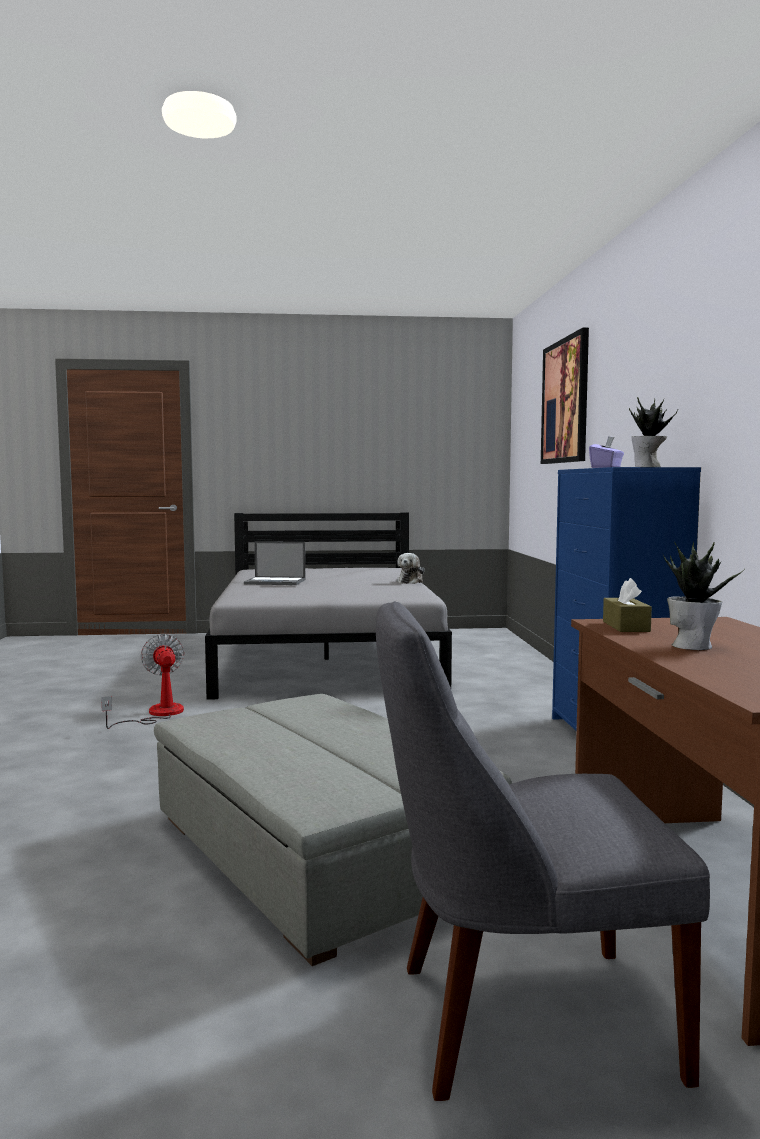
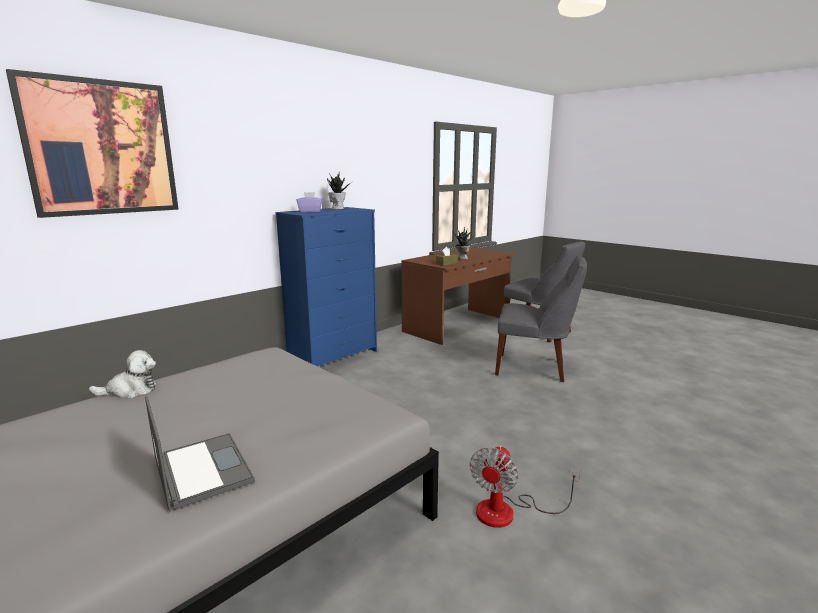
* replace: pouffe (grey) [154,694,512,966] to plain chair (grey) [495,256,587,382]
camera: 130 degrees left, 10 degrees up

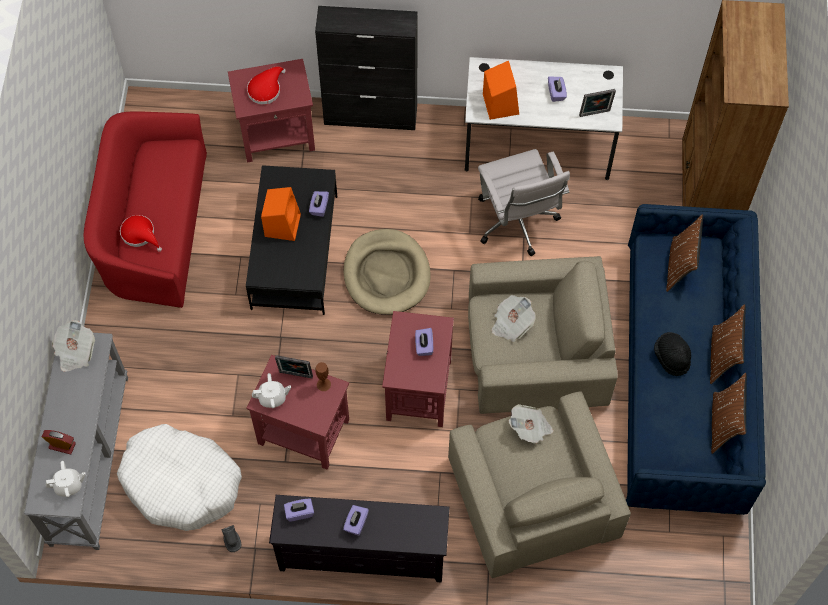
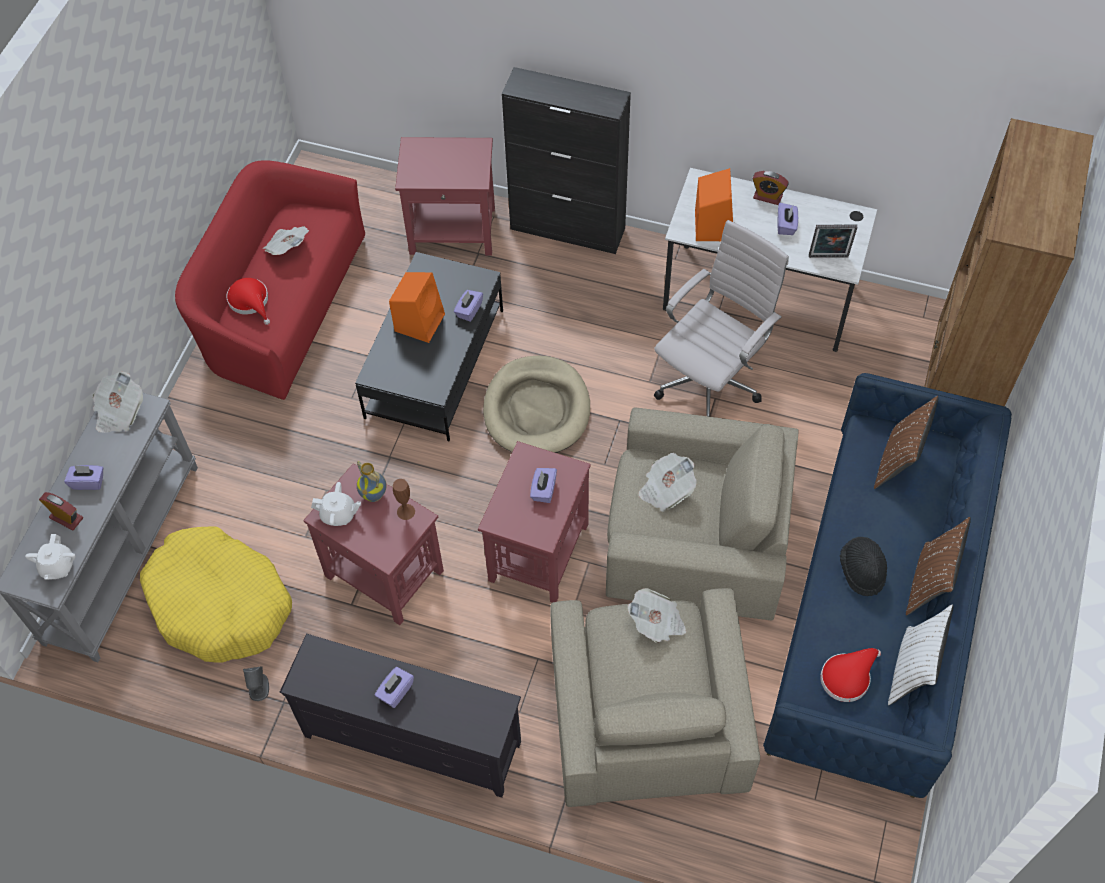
* rotate: tea pot (white) [46,461,86,497] = [25,534,75,580] 90 degrees clockwise
* move: tissue holder (purple) [284,499,314,522] to [64,465,103,490]
* recolor: dog bed (white) [117,424,242,531] to dog bed (yellow-coloured) [140,526,292,663]
* insert: printed paper [263,226,309,255]
* replace: picture frame [275,355,313,378] to flower vase [357,461,387,502]
* rotate: computer chair (white) [478,149,570,256] = [654,220,789,417] 135 degrees counterclockwise
* insert: alarm clock [753,171,789,205]
* move: clothing hat (red) [247,66,286,105] to [820,648,881,702]
* recolor: throw pillow (brown) [711,373,747,454] to throw pillow (white) [888,604,953,705]
camera: 15 degrees right, 5 degrees down

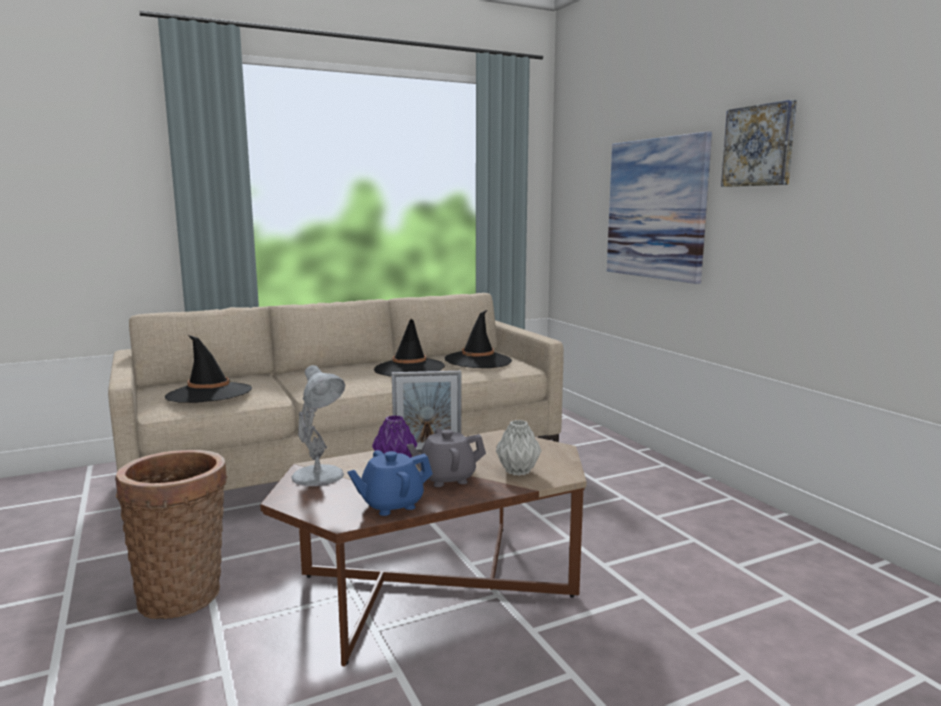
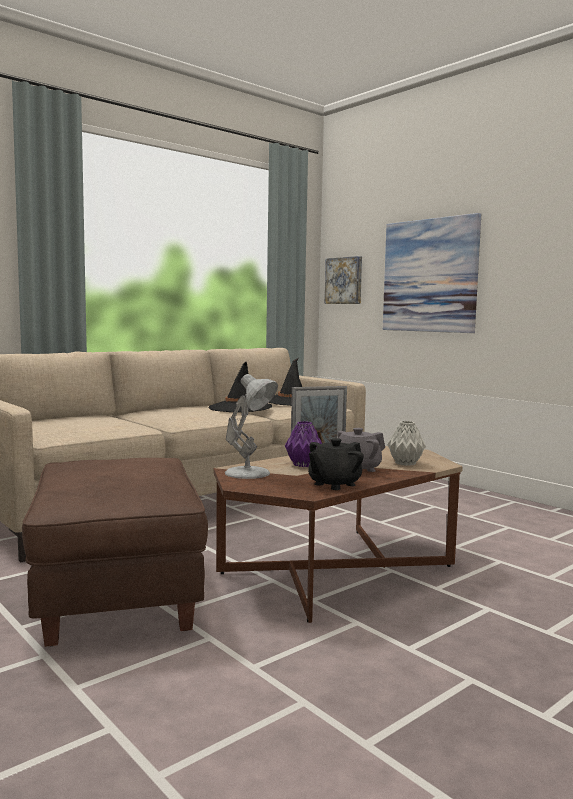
* replace: basket [115,450,228,619] to pouffe (brown) [22,458,208,647]
* recolor: tea pot (bluish) [347,450,433,516] to tea pot (black-coloured) [308,438,364,490]
* move: wall picture [721,100,797,187] to [325,256,362,304]
* delete: clothing hat (black-coloured) [165,335,252,403]
camera: 15 degrees left, 5 degrees down

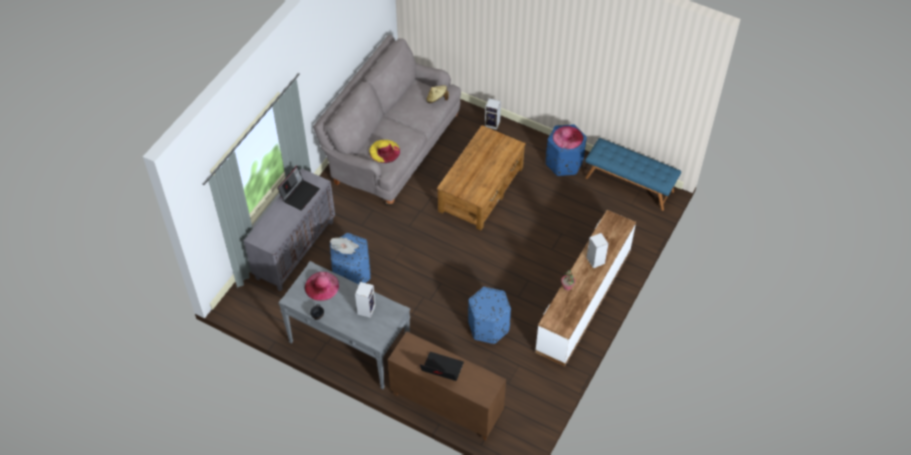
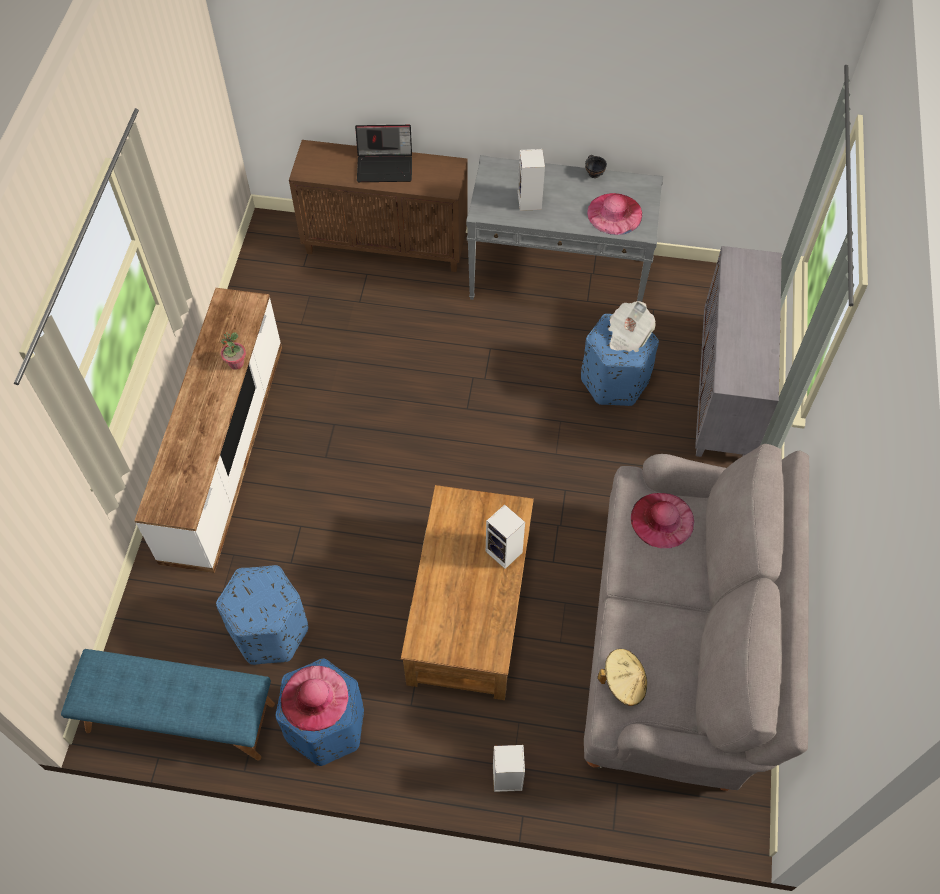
* move: pouffe (bluish) [468,287,511,344] to [216,565,308,665]
* move: audio speaker [586,233,609,268] to [486,505,525,569]
* recolor: clothing hat (yellow-coloured) [369,140,400,163] to clothing hat (pink-coloured) [631,493,694,548]
* delete: laptop [277,166,320,211]
camera: 160 degrees right, 5 degrees up

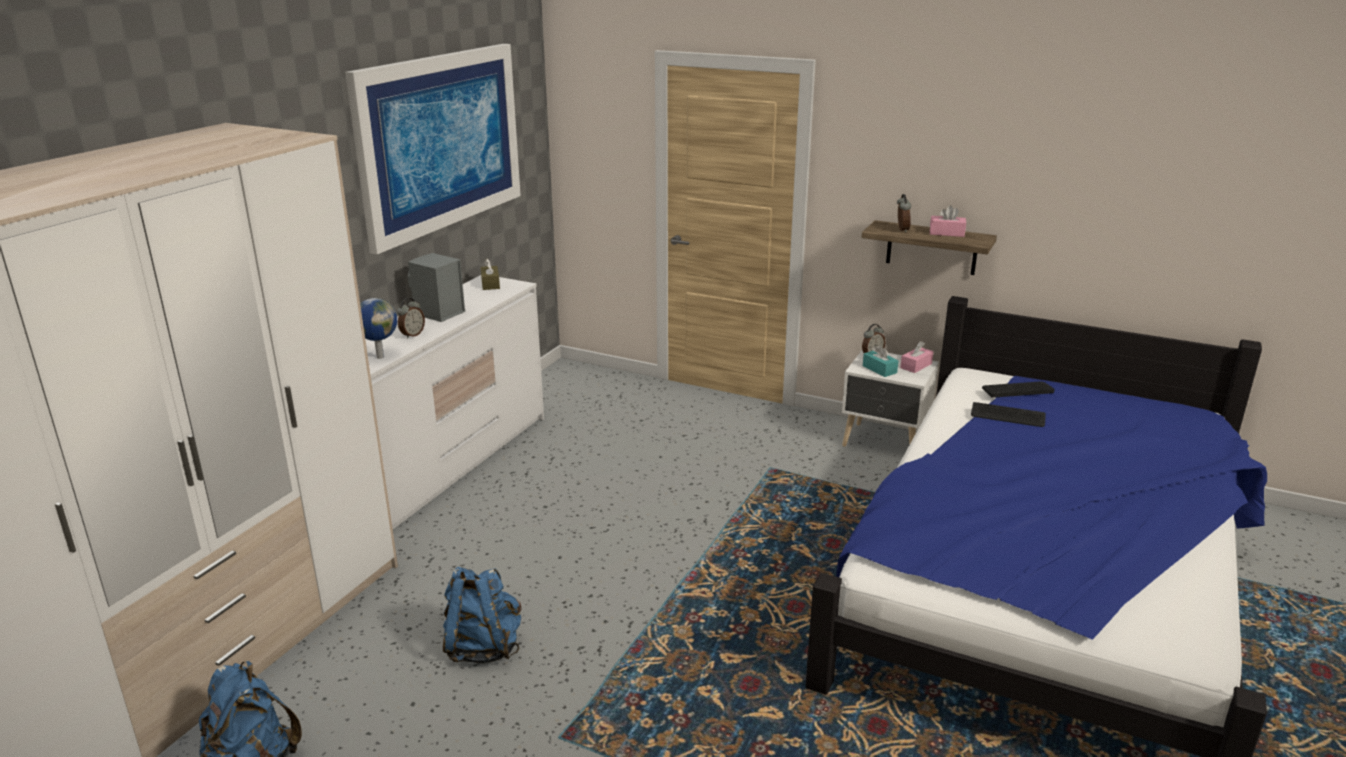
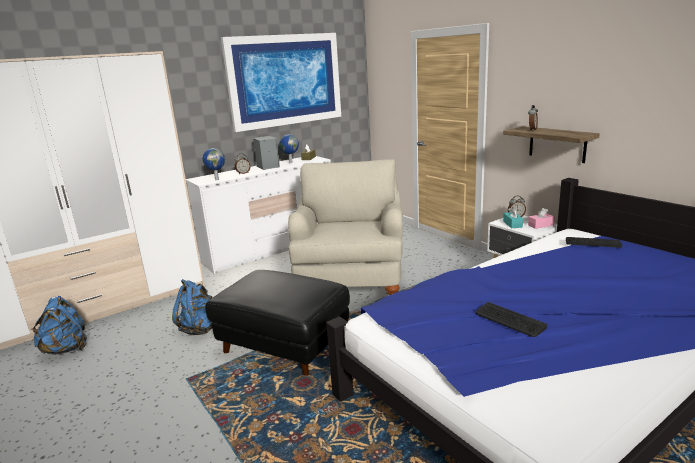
* insert: pouffe (black-coloured) [205,270,350,376]
* insert: world globe [279,134,299,163]
* insert: lounge chair (beige) [288,159,403,295]
* move: keyboard [971,402,1046,427] to [476,302,547,337]
* delete: tissue holder (pink-coloured) [930,205,966,237]
camera: 30 degrees right, 5 degrees down

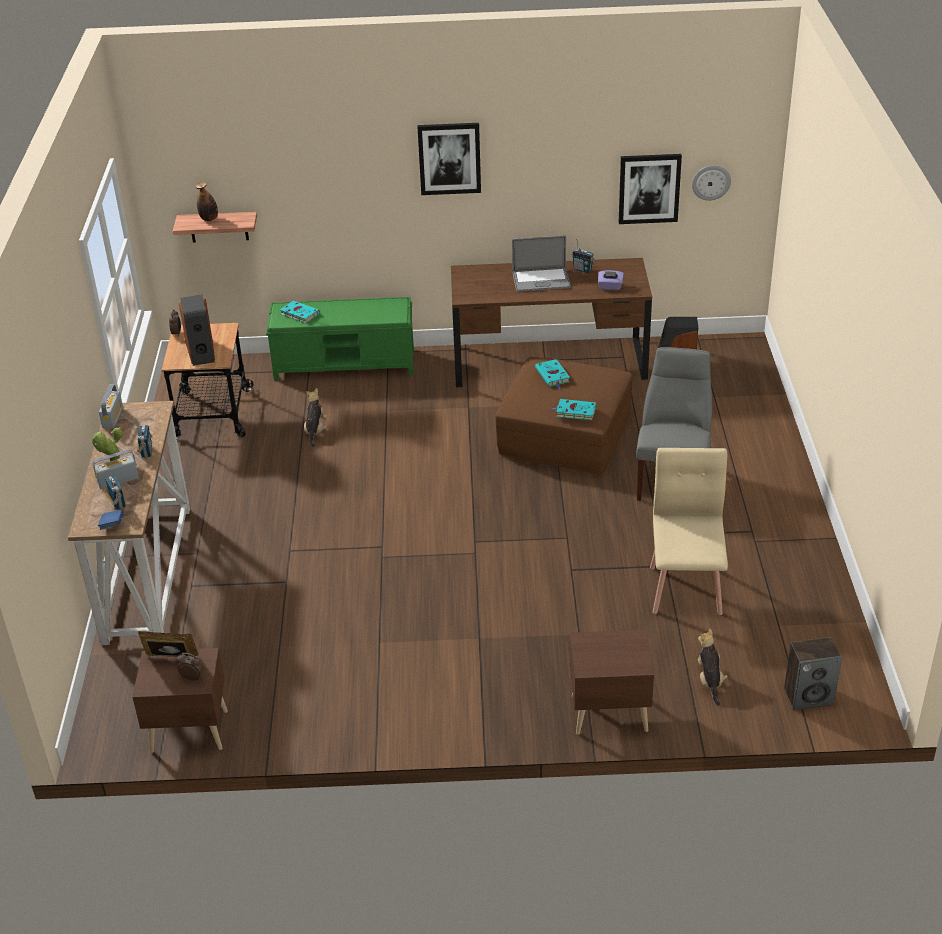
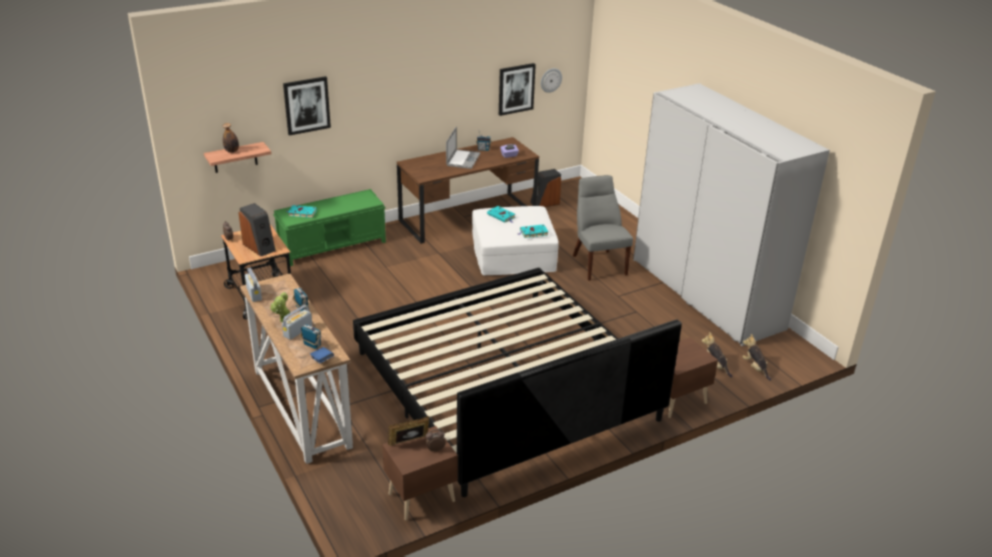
* move: wall picture [417,123,481,195] to [283,76,331,136]
* insert: bedroom bed [353,268,682,497]
* rotate: laptop [512,235,571,292] = [446,127,481,169] 45 degrees counterclockwise
* recolor: pouffe (brown) [495,357,633,474] to pouffe (white) [472,206,559,276]
* insert: clothes cupboard (white) [633,83,830,346]
* move: soft toy [304,388,327,448] to [743,334,771,381]
* delete: plain chair (beige) [650,448,728,615]
* delete: audio speaker [784,637,842,710]
camera: 30 degrees left, 5 degrees down

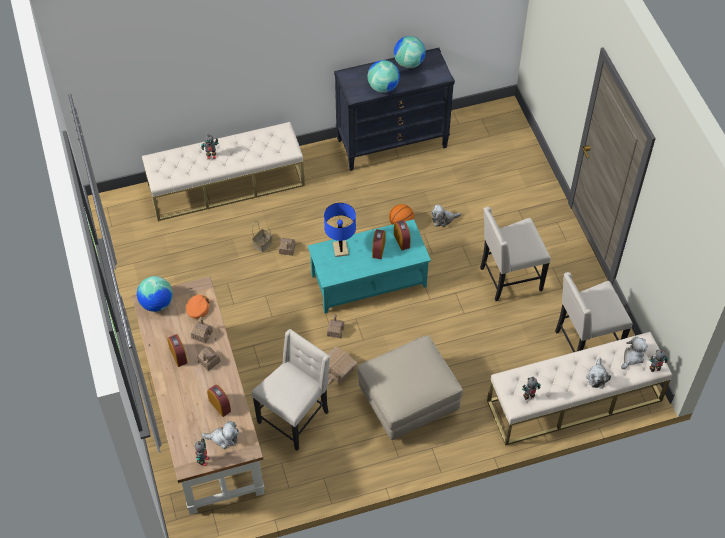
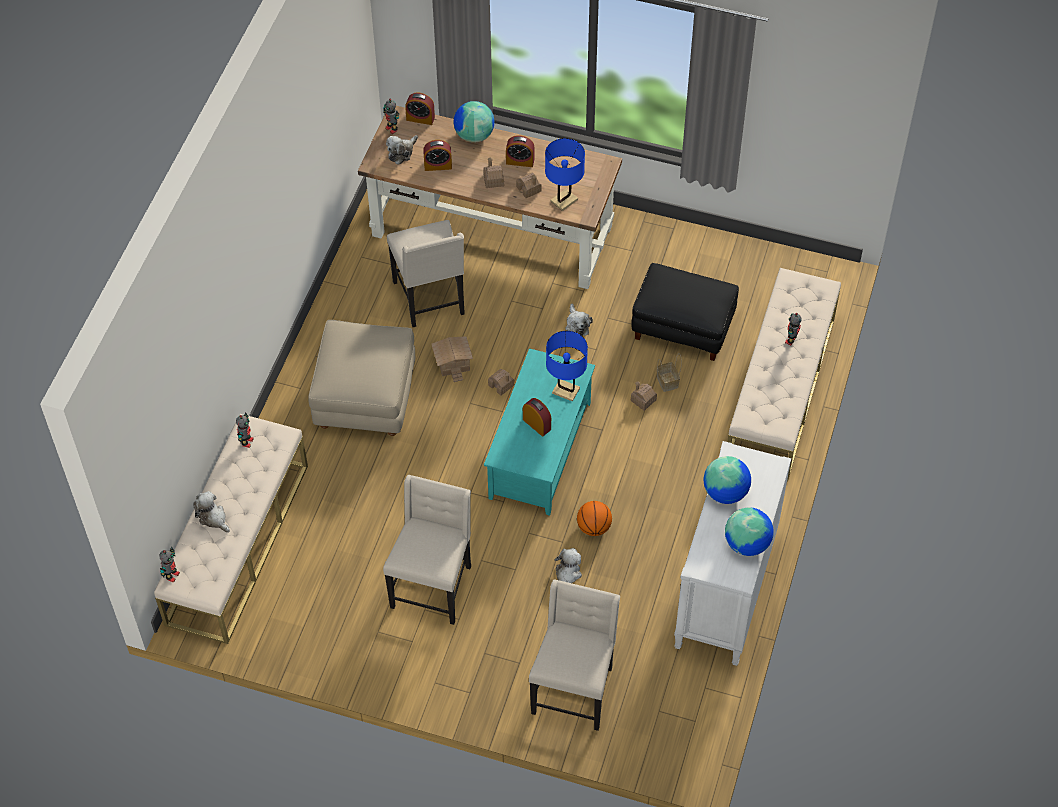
* move: alarm clock [394,220,411,250] to [405,92,435,125]
* move: world globe [137,276,173,312] to [454,101,495,143]
* move: plain chair (beige) [555,272,632,352] to [529,579,620,731]
* replace: peaked cap (orangey) [186,295,210,319] to table lamp (bluish) [545,138,585,211]
* move: soft toy [621,336,648,369] to [565,304,593,336]
* insert: pouffe (black-coloured) [632,263,739,361]
* recolor: dresser (black-coloured) [334,48,455,171] to dresser (white) [674,441,791,666]
camera: 125 degrees right, 0 degrees up

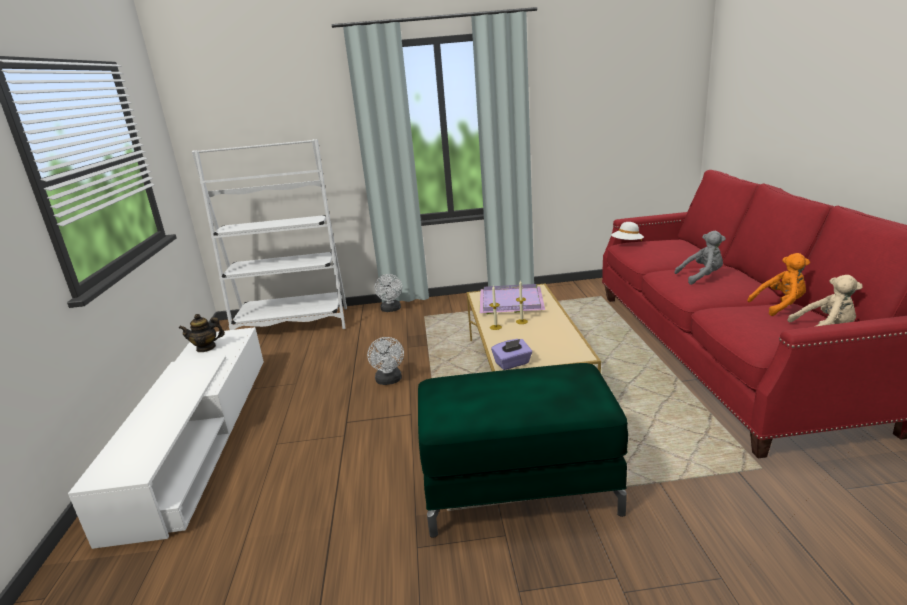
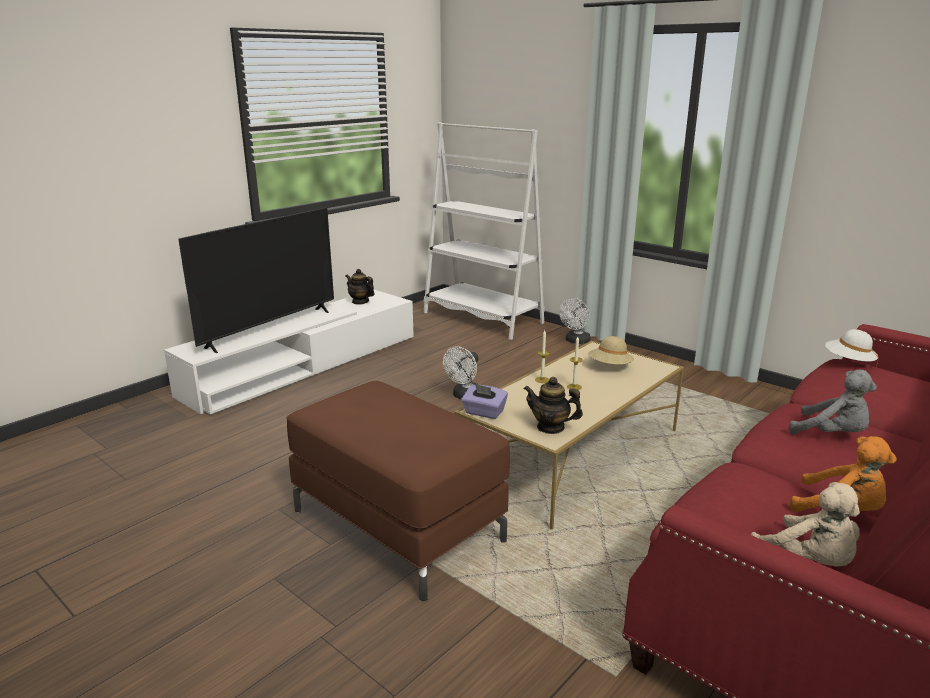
* insert: television [178,208,334,353]
* recolor: pouffe (greenish) [418,363,628,538] to pouffe (brown) [287,381,510,601]
* insert: tea pot [524,377,583,434]
* replace: carrying tray (purple) [479,284,545,314] to clothing hat (beige) [588,336,634,365]
camera: 45 degrees right, 0 degrees up

